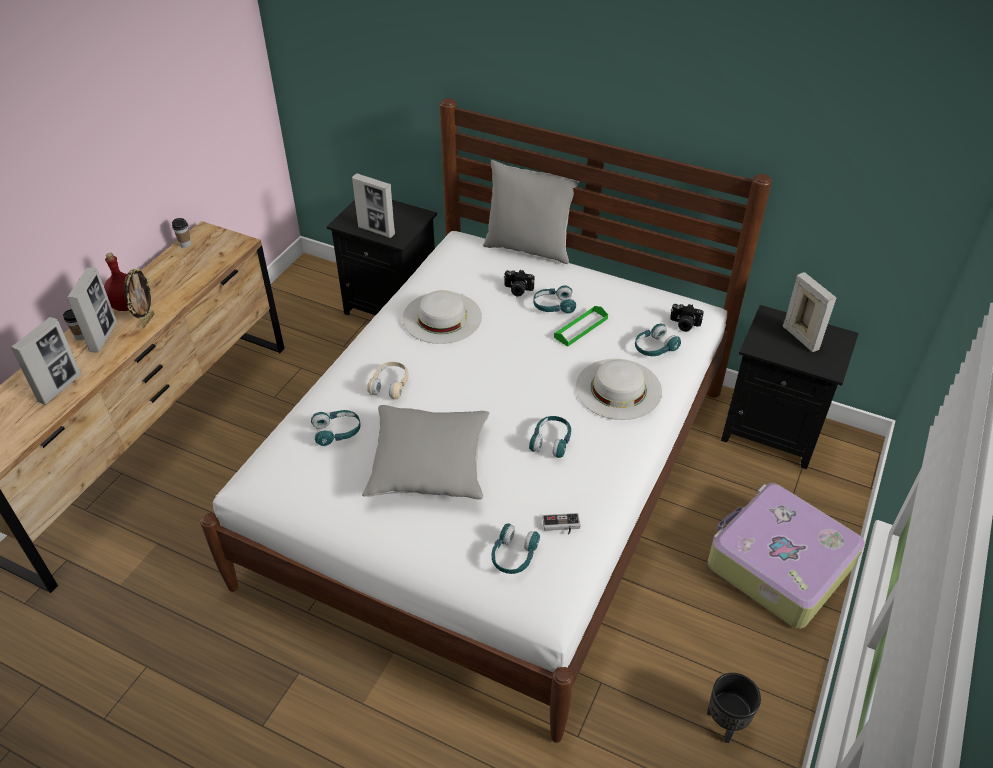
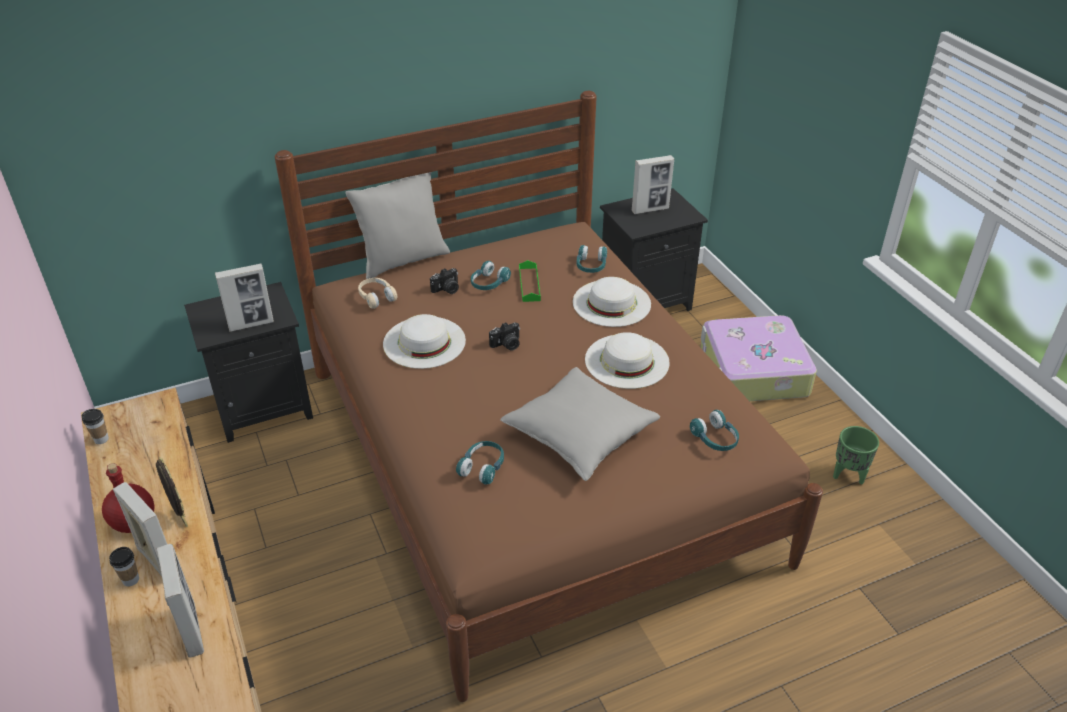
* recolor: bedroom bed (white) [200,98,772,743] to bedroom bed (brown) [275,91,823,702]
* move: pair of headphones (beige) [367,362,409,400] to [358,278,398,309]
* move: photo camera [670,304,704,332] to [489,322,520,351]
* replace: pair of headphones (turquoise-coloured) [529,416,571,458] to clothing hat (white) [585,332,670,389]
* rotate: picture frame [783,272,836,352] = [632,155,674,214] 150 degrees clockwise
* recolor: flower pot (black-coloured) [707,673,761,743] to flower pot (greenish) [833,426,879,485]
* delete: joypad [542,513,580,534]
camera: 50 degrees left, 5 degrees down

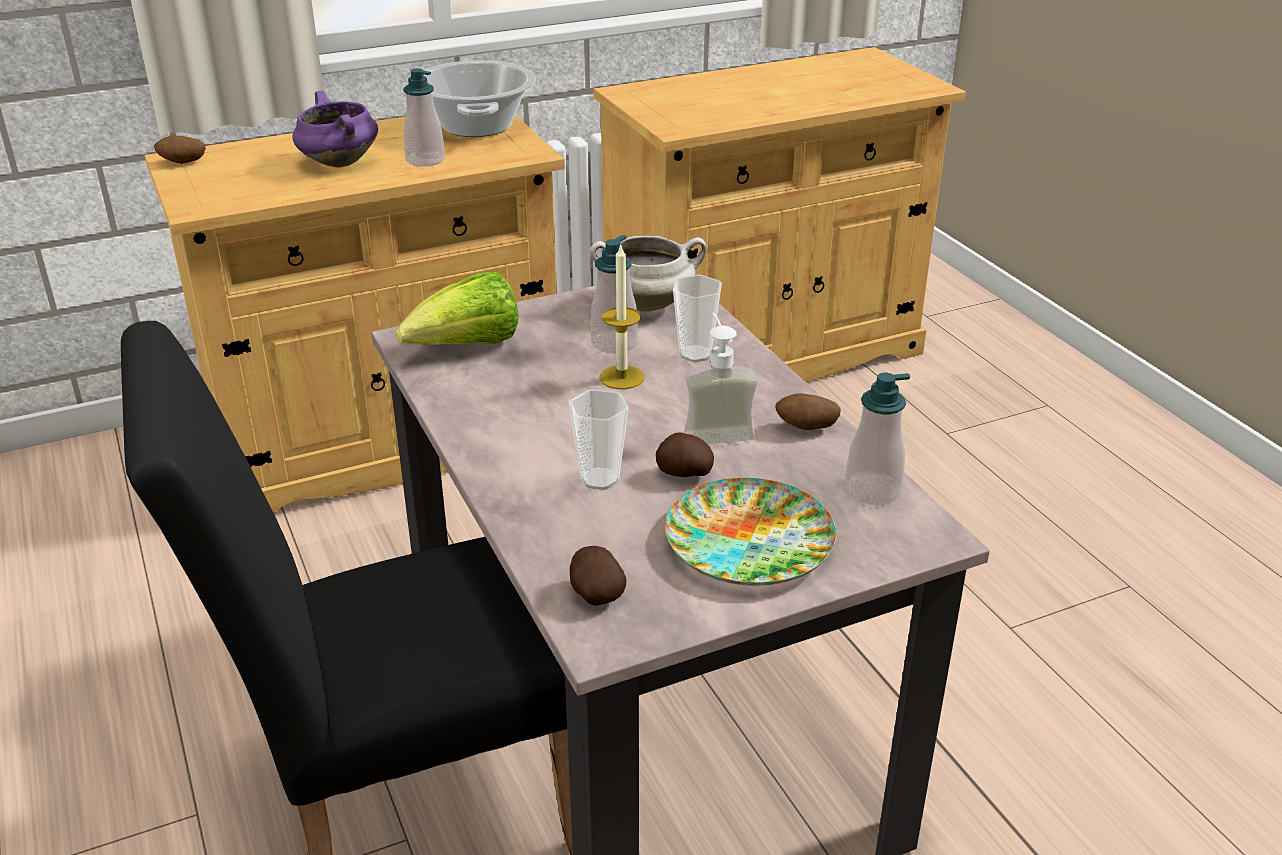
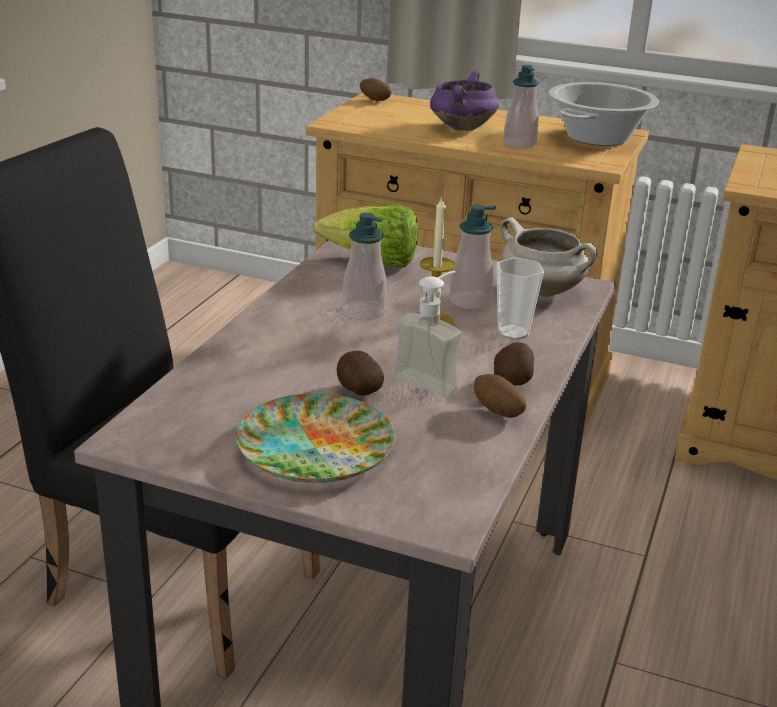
* move: liquid soap bottle [845,373,910,505] to [342,213,387,320]
* move: whole potato [570,546,626,606] to [494,342,534,386]
* delete: cup [569,389,628,490]
camera: 45 degrees right, 5 degrees down

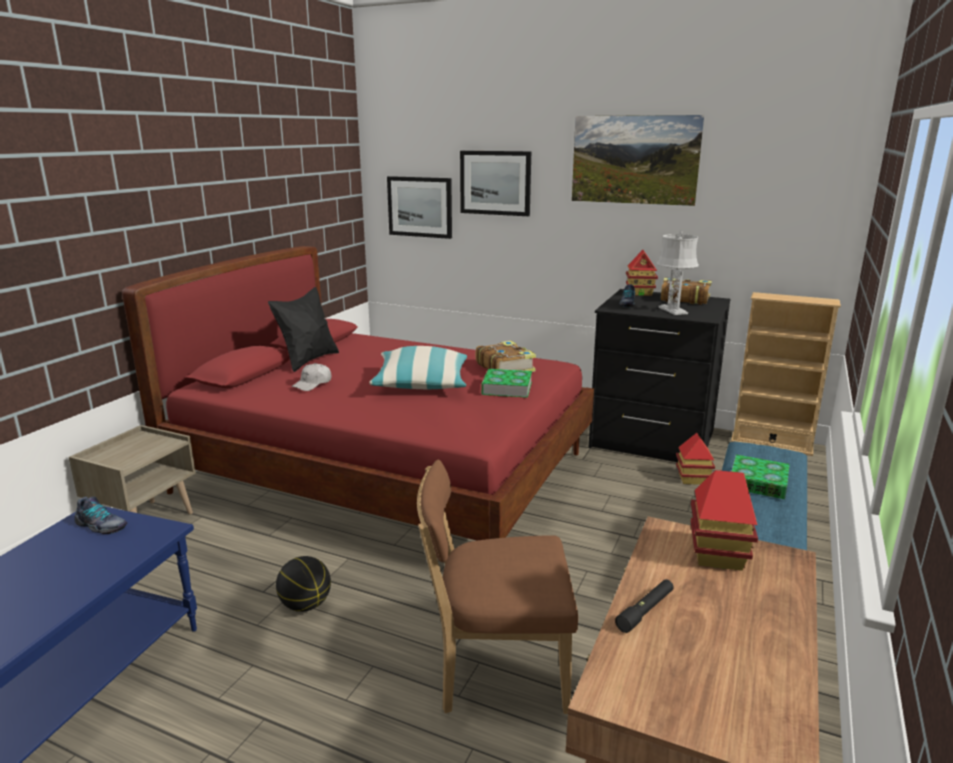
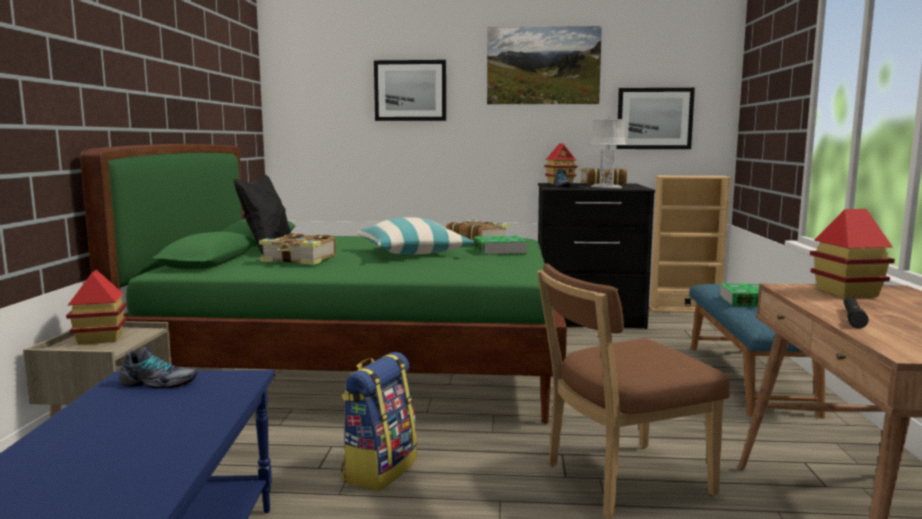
* move: miniature house [676,433,715,485] to [66,270,127,345]
* recolor: bedroom bed (red) [122,246,594,541] to bedroom bed (greenish) [80,144,567,424]
* replace: peaked cap (white) [291,363,331,391] to book [259,233,336,265]
* replace: basketball [276,556,331,612] to rucksack [341,352,417,491]
* move: wall picture [387,176,452,239] to [616,88,695,149]
camera: 20 degrees left, 10 degrees down

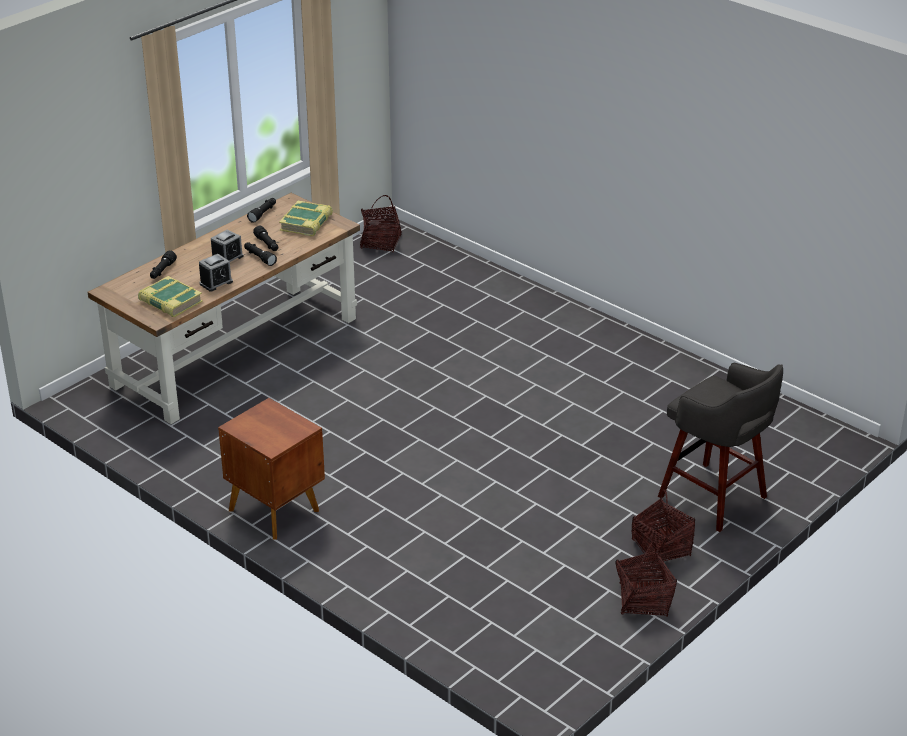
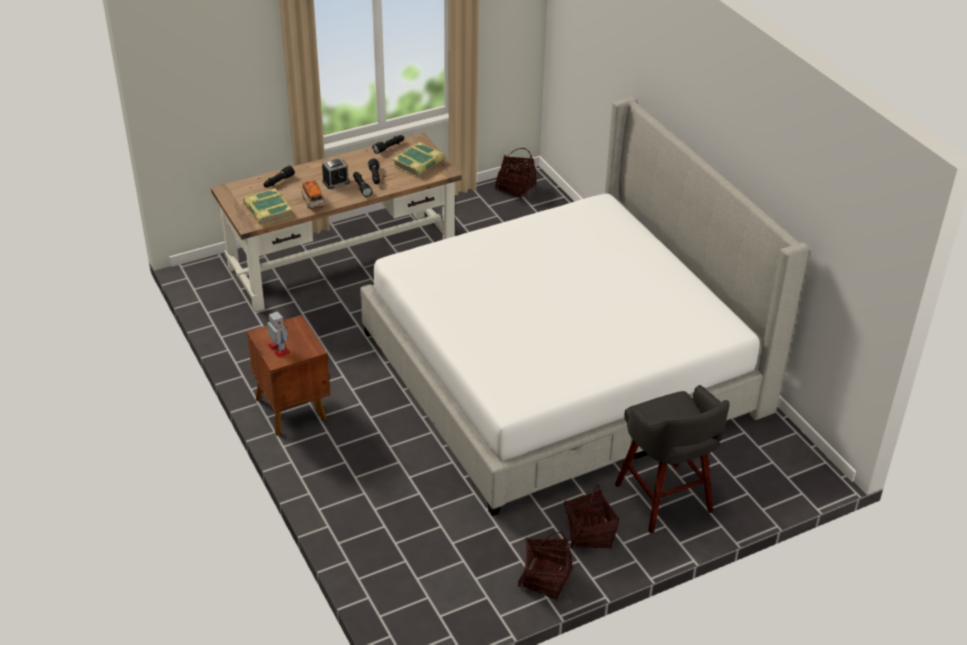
* insert: robot figure [267,311,291,358]
* replace: alarm clock [199,254,233,292] to miniature car [301,180,325,209]
* insert: bedroom bed [360,97,809,516]
camera: 20 degrees right, 5 degrees up

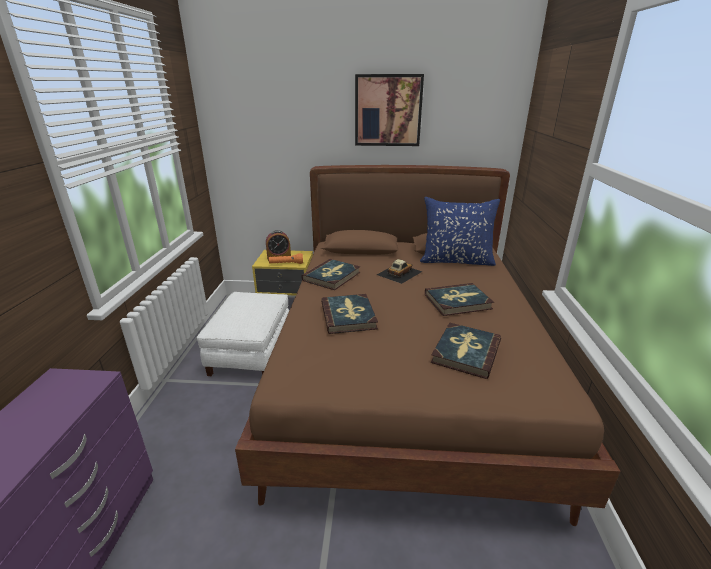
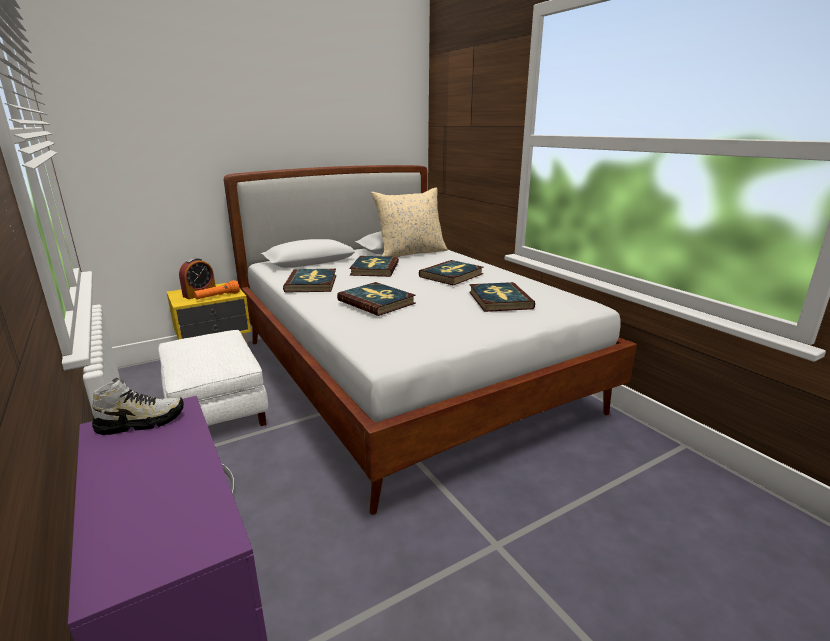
* insert: low shoe [92,377,184,435]
* recolor: bedroom bed (brown) [235,165,620,526] to bedroom bed (white) [224,165,637,515]
* replace: miniature car [377,259,422,284] to book [349,256,399,277]
* recolor: throw pillow (bluish) [420,197,500,266] to throw pillow (beige) [371,188,448,257]
* delete: wall picture [355,74,424,146]
camera: 35 degrees left, 5 degrees down

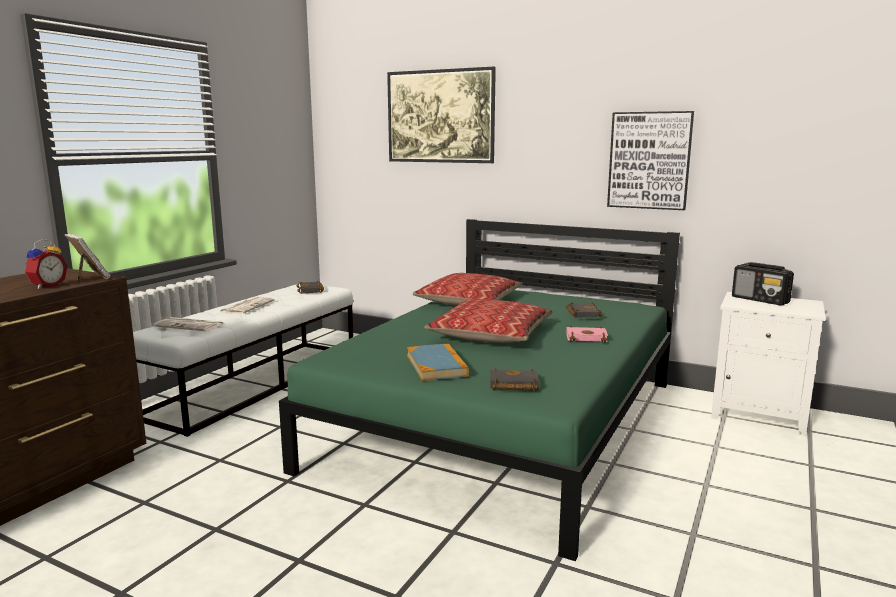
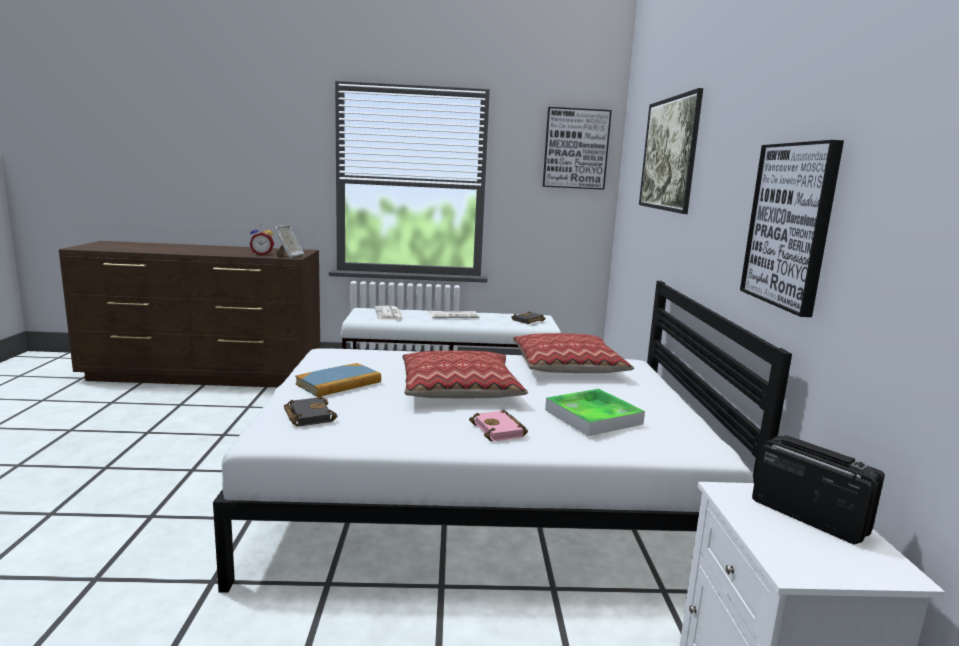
* recolor: bedroom bed (greenish) [279,219,680,561] to bedroom bed (white) [213,281,792,593]
* insert: wall picture [543,107,612,190]
* replace: book (black-coloured) [566,302,603,318] to carrying tray [545,389,645,436]
* rotate: radio [732,262,794,305] = [752,435,885,545] 120 degrees clockwise
camera: 60 degrees right, 0 degrees up

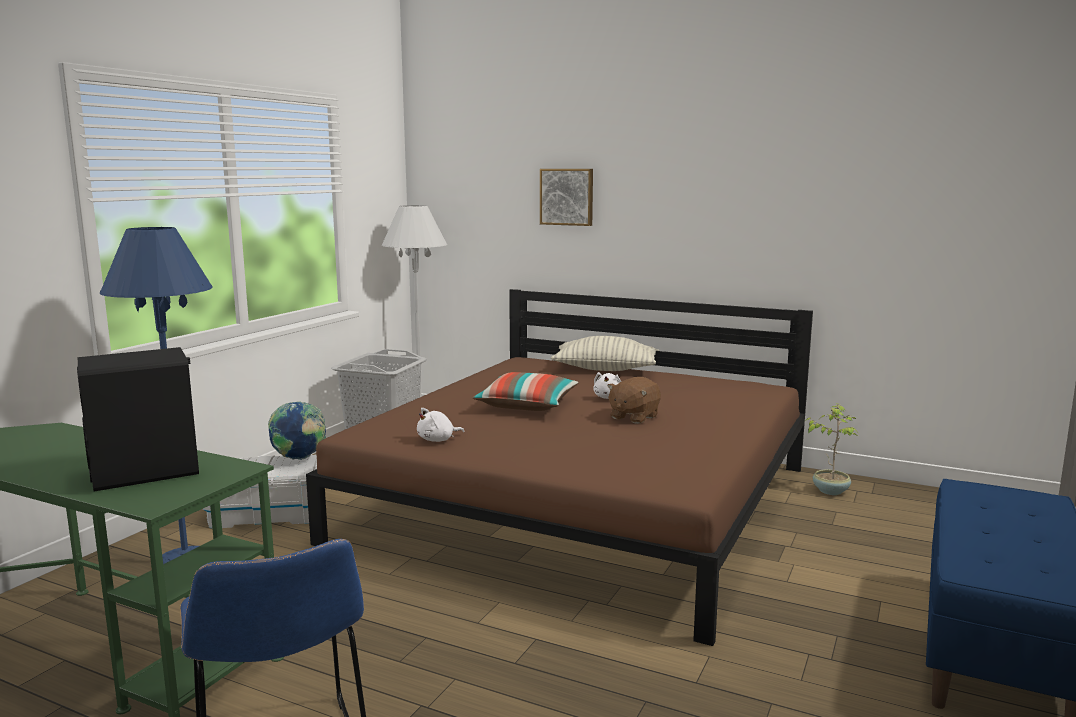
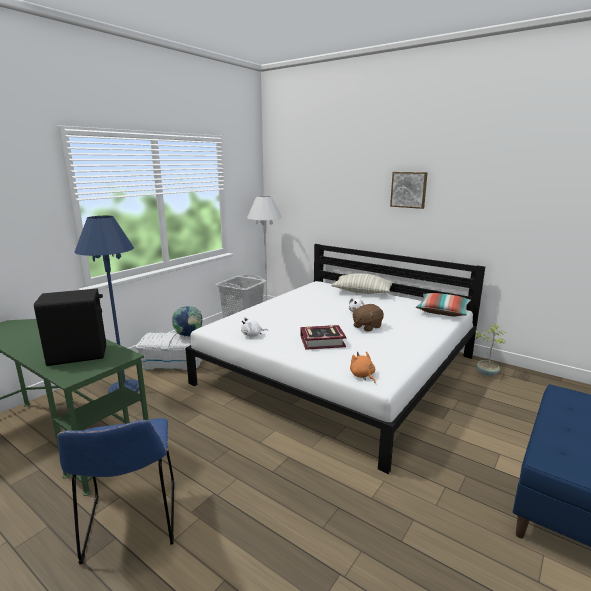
* recolor: bedroom bed (brown) [306,289,813,646] to bedroom bed (white) [185,244,485,474]
* insert: book [301,325,346,350]
* insert: soft toy (orangey) [350,351,375,383]
* move: wall picture [540,169,593,226] to [390,172,428,209]
* move: throw pillow [473,372,579,411] to [416,293,471,316]
camera: 10 degrees right, 5 degrees up

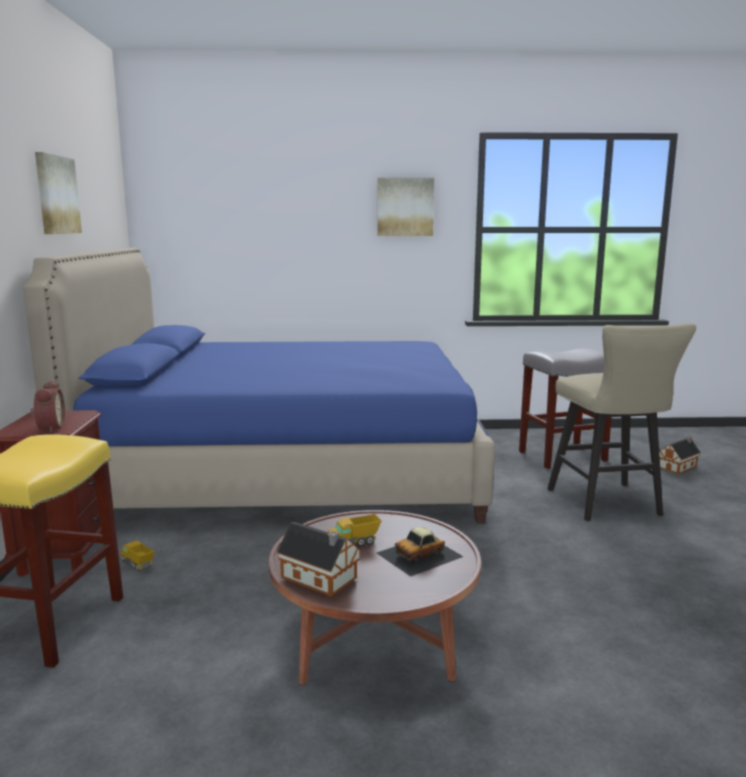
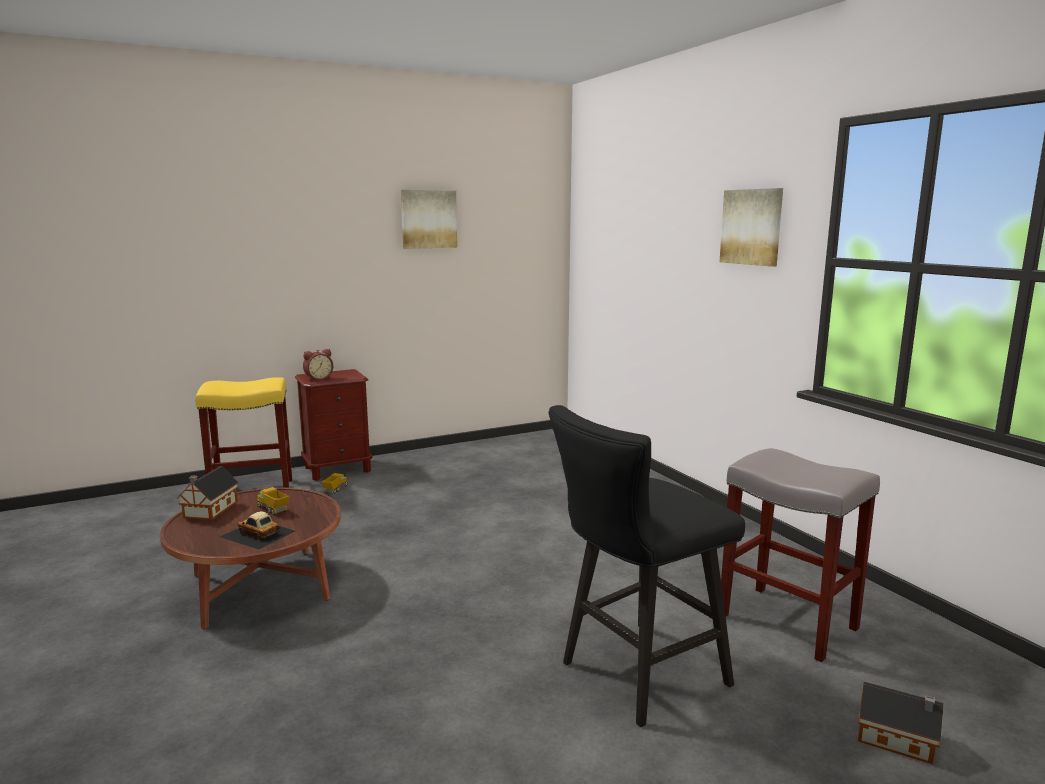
* recolor: stool (beige) [547,323,696,521] to stool (black-coloured) [548,405,745,727]
* delete: bedroom bed (bluish) [23,248,495,523]
camera: 65 degrees right, 0 degrees up

